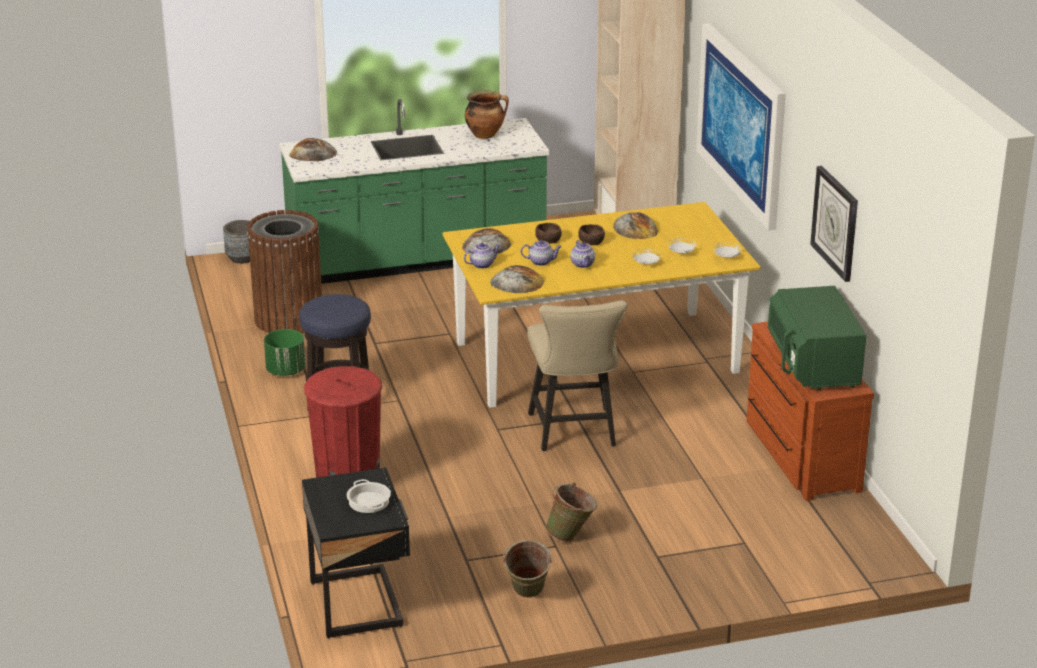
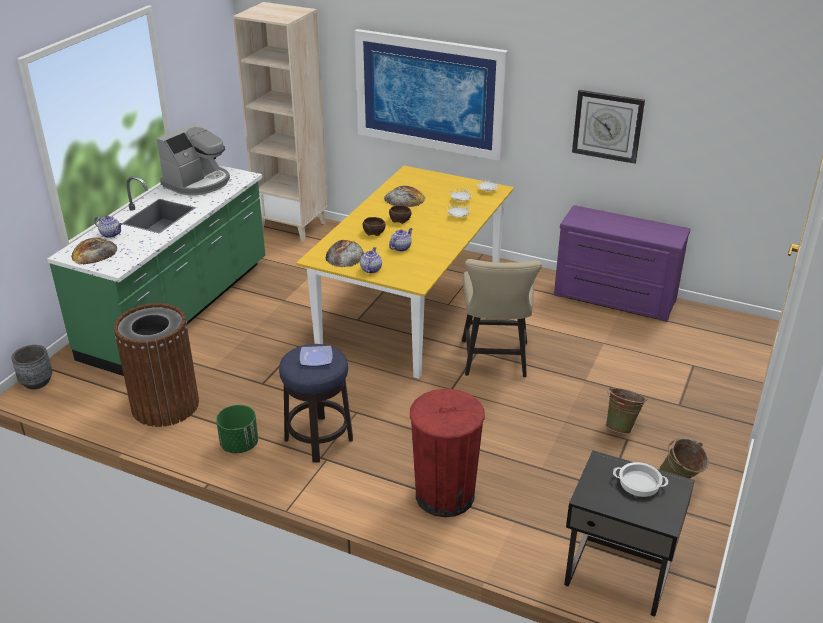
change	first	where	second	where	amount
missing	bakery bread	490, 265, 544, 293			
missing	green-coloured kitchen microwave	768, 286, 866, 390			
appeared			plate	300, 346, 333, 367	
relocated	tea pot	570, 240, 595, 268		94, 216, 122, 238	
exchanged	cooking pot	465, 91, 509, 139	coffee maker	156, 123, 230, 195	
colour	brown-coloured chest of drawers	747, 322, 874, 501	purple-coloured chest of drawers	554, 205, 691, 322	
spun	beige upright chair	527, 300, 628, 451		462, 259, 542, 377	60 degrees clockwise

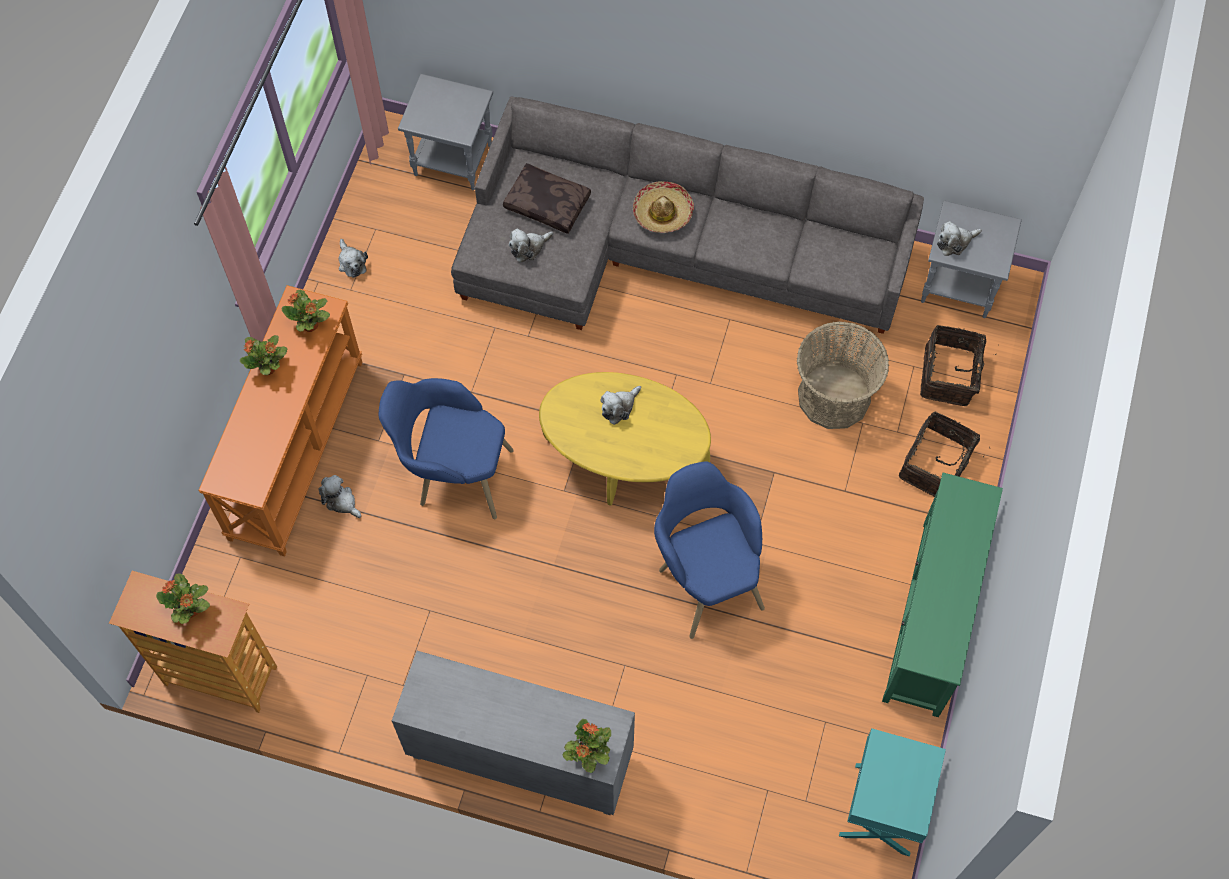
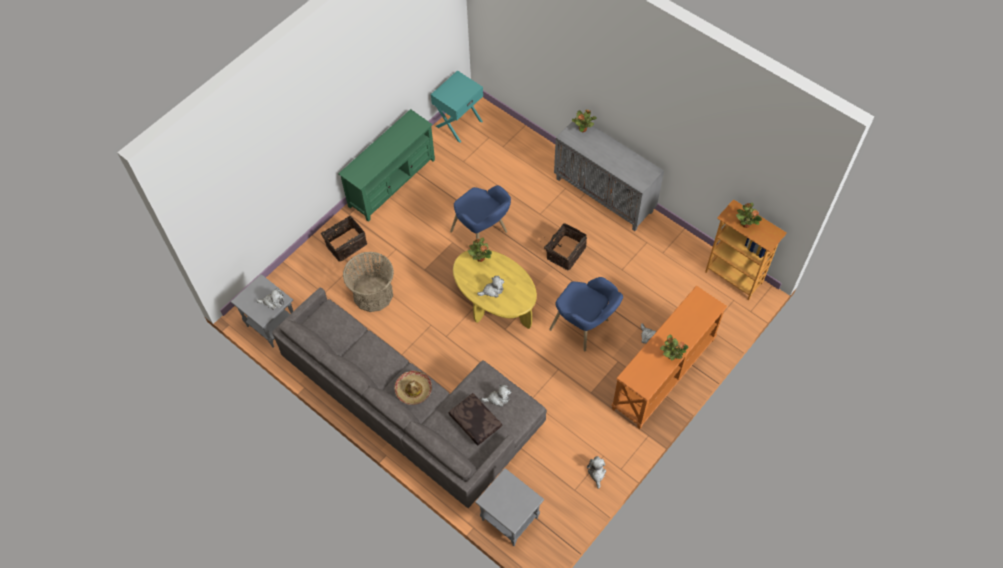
change	first	where	second	where	amount
relocated	houseplant	282, 290, 330, 332		468, 238, 492, 262	
relocated	basket	920, 325, 997, 406		544, 223, 587, 270	
spun	bluish lounge chair	654, 461, 765, 639		450, 185, 511, 239	45 degrees counterclockwise

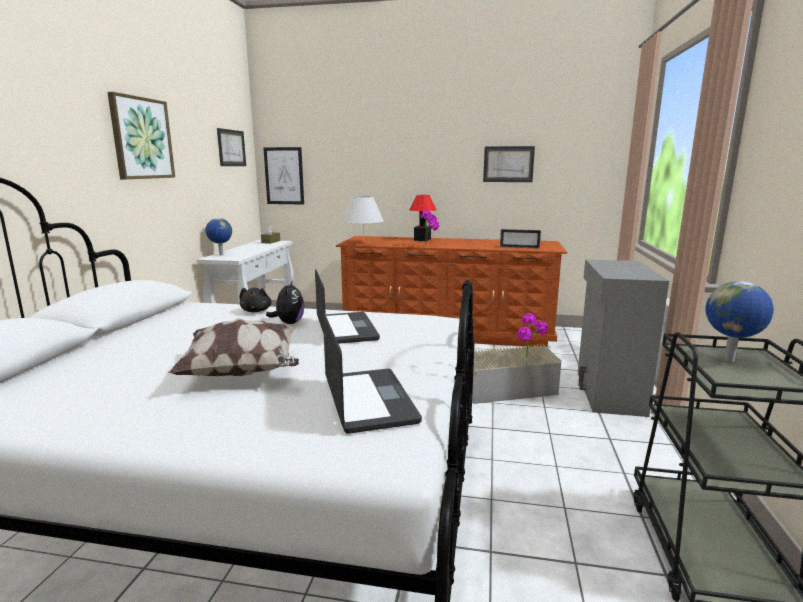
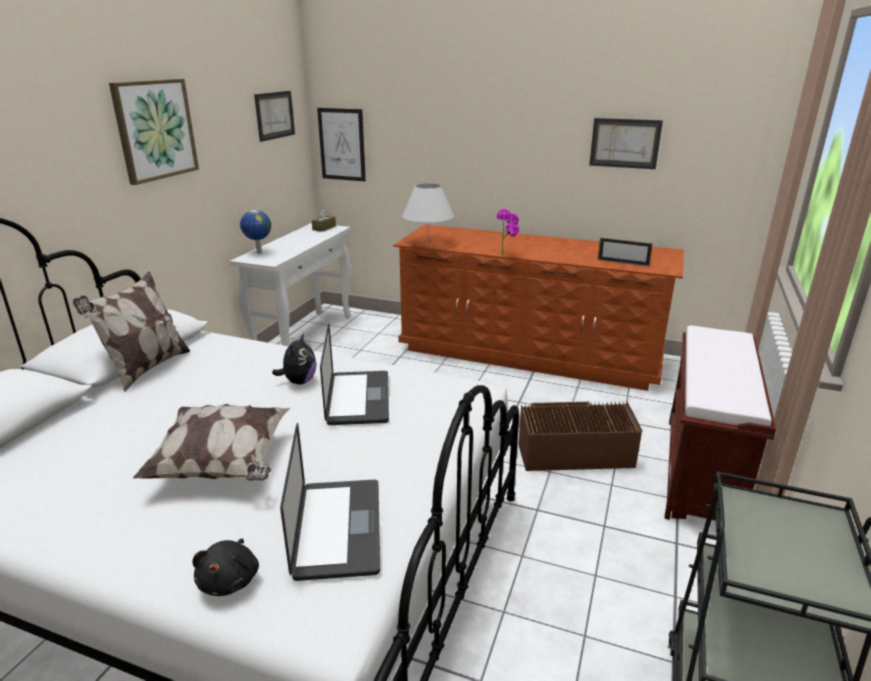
change	first	where	second	where	amount
missing	tabletop lamp	409, 195, 436, 241			
missing	houseplant	517, 313, 548, 358			
missing	globe	705, 281, 774, 362			
appeared			pillow	73, 271, 190, 392	
relocated	black soft toy	240, 288, 272, 312		192, 539, 259, 596	
exchanged	gray storage cabinet	578, 259, 669, 417	brown-coloured long seat	665, 325, 776, 521	
colour	gray storage bin	472, 344, 562, 404	brown-coloured storage bin	518, 402, 642, 471	

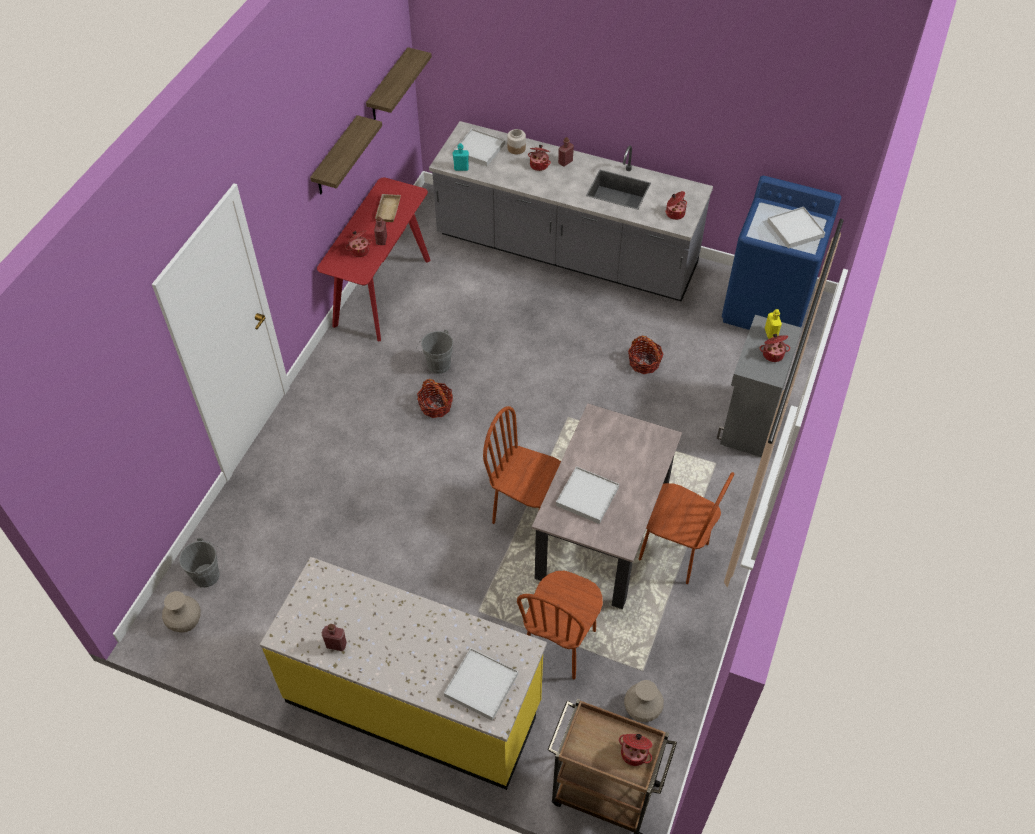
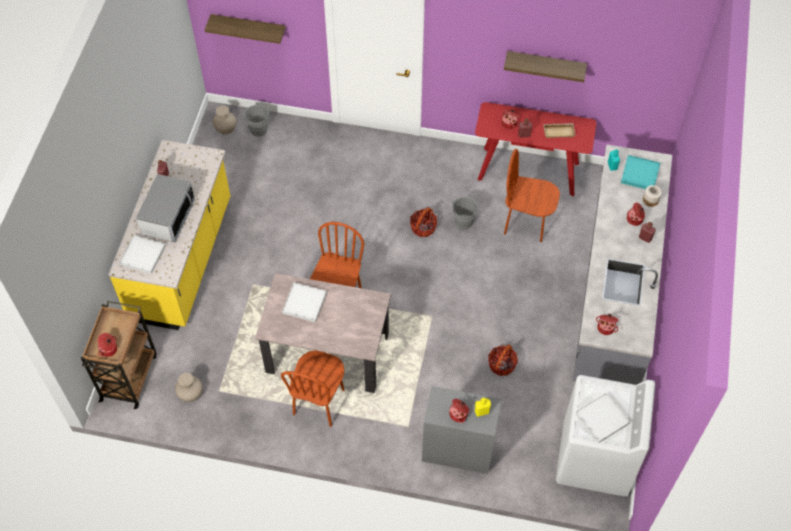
change	first	where	second	where	amount
appeared			kitchen microwave	136, 174, 195, 242	
relocated	wall shelf	366, 47, 432, 120		205, 14, 286, 44	
relocated	brown-coloured upright chair	517, 571, 603, 679		504, 149, 560, 242	
colour	white-coloured carrying tray	453, 129, 505, 166	turquoise carrying tray	621, 155, 660, 189	
colour	bluish washing machine	722, 176, 842, 330	white-coloured washing machine	556, 375, 655, 497	

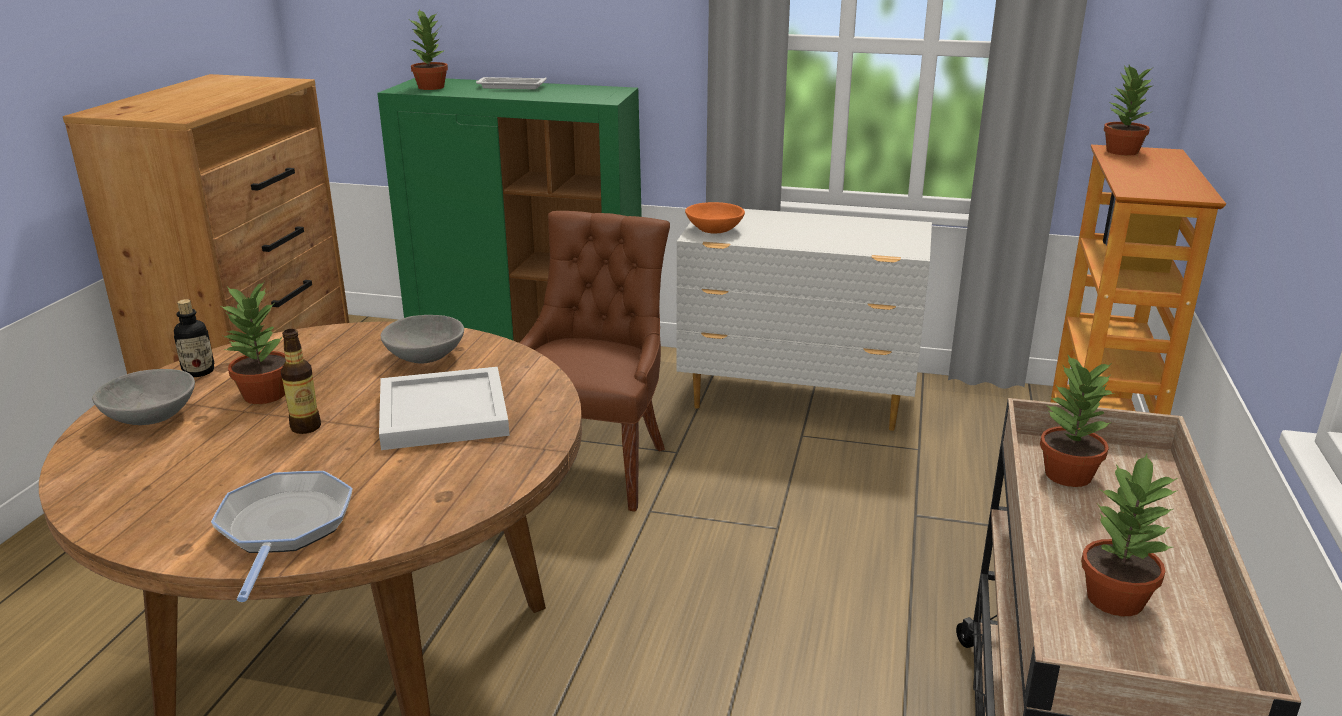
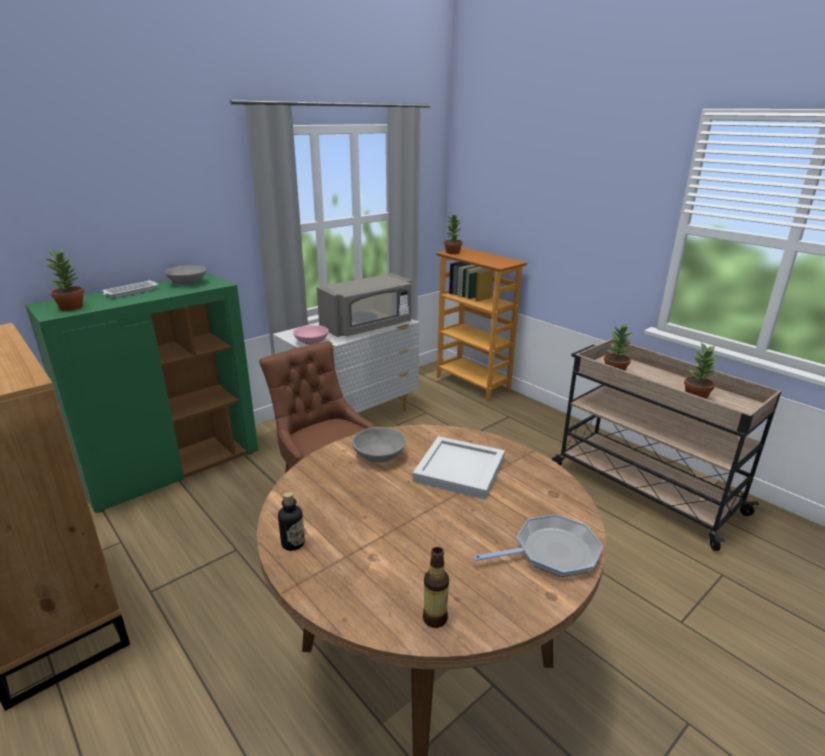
change	first	where	second	where	amount
missing	houseplant	221, 282, 286, 404			
appeared			gray kitchen microwave	317, 273, 412, 337	
relocated	gray bowl	92, 369, 195, 425		165, 265, 206, 285	
relocated	beverage bottle	281, 329, 321, 434		423, 547, 449, 628	
colour	orangey bowl	685, 202, 745, 234	pinkish bowl	293, 325, 329, 345	
spun	frying pan	211, 471, 352, 602		473, 514, 603, 577	135 degrees clockwise

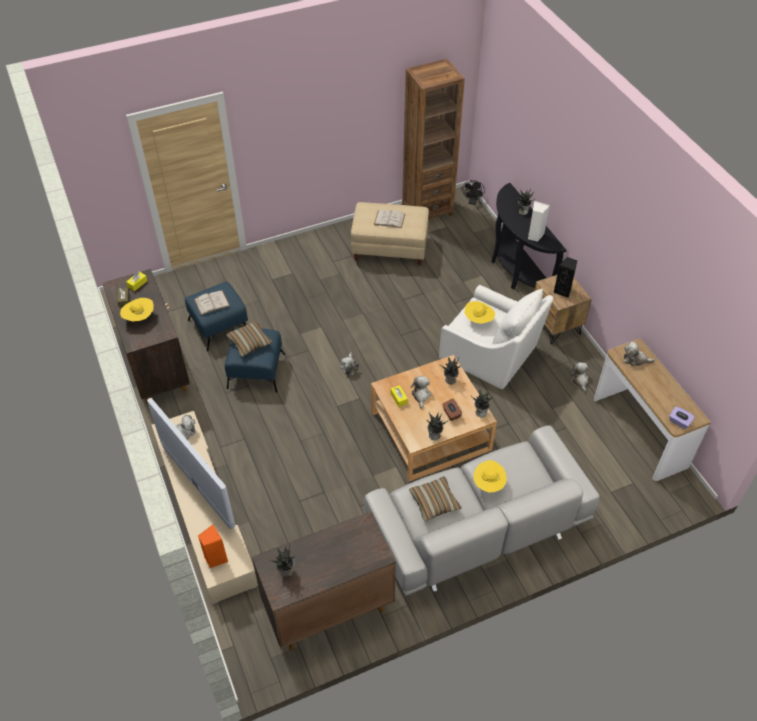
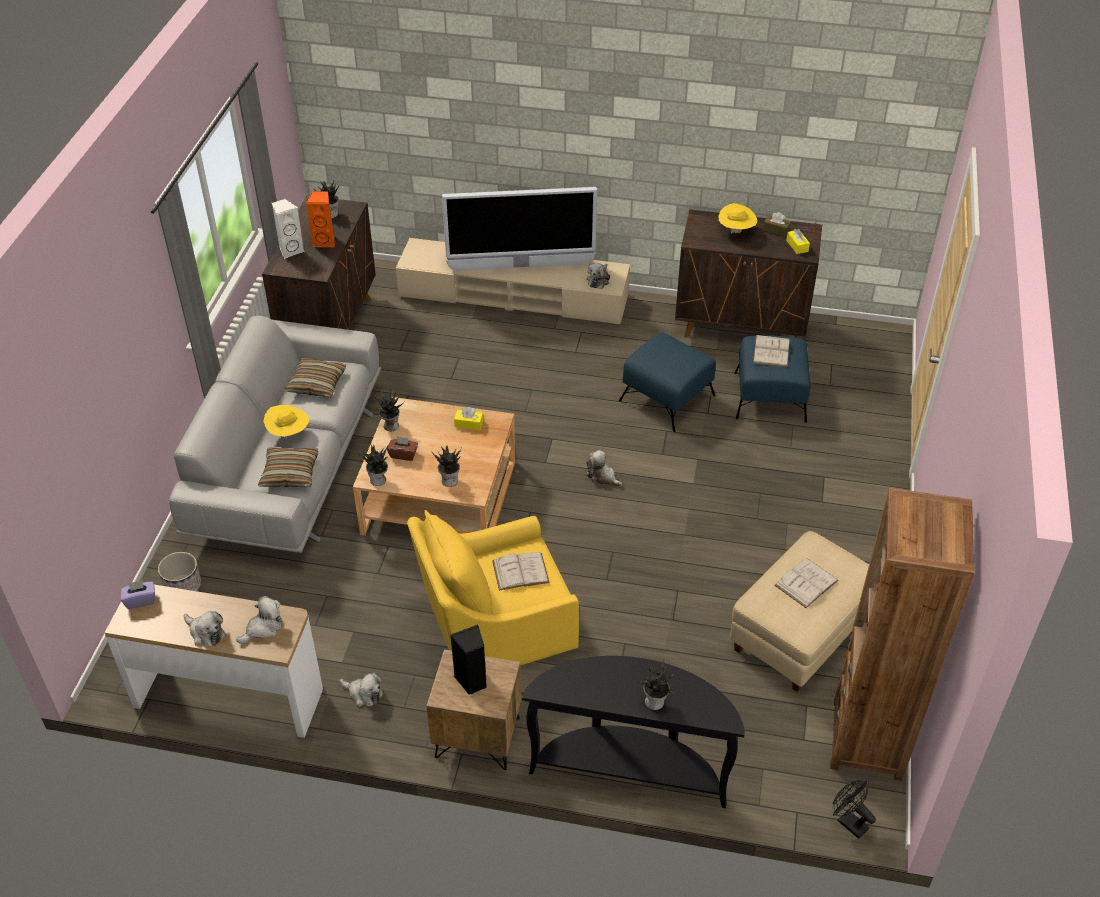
change	first	where	second	where	amount
appeared			plant pot	158, 552, 201, 591	
relocated	orangey speaker	198, 525, 228, 568		306, 191, 335, 247	
relocated	pillow	226, 321, 272, 357		258, 447, 318, 487	
relocated	soft toy	411, 376, 431, 409		183, 611, 226, 647	
relocated	white-coloured speaker	528, 201, 550, 242		272, 198, 304, 259	
exchanged	yellowish clothing hat	464, 301, 495, 324	white-coloured book	492, 552, 550, 591	
colour	white-coloured lounge chair	439, 285, 553, 389	yellowish lounge chair	407, 510, 579, 666	

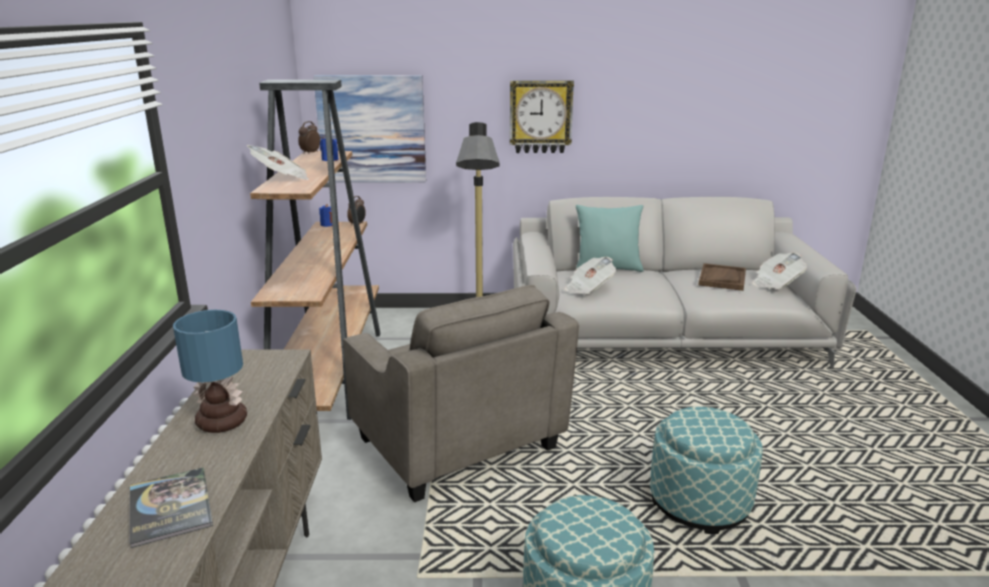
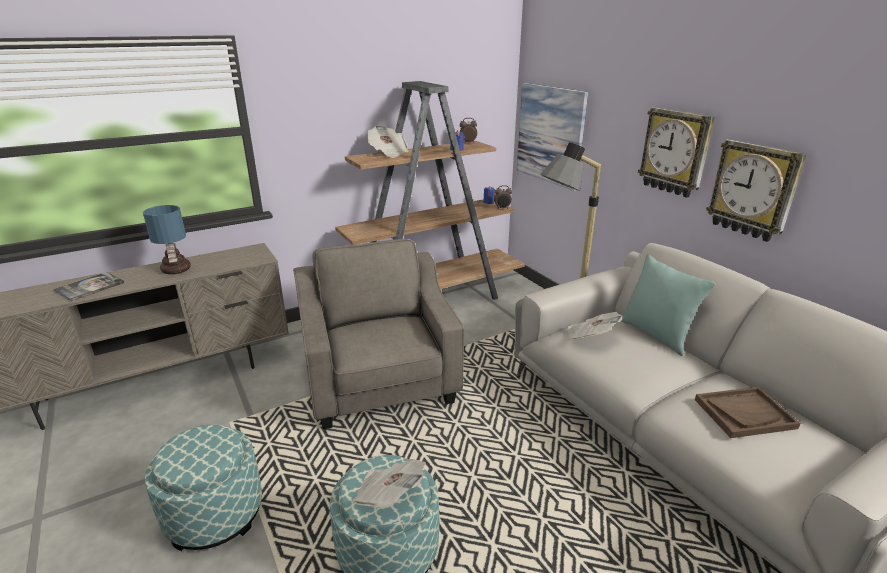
change	first	where	second	where	amount
appeared			wall clock	706, 139, 807, 242	
relocated	newspaper	752, 253, 807, 289		351, 459, 426, 508	
spun	gray lounge chair	343, 285, 579, 502		293, 239, 464, 429	135 degrees clockwise

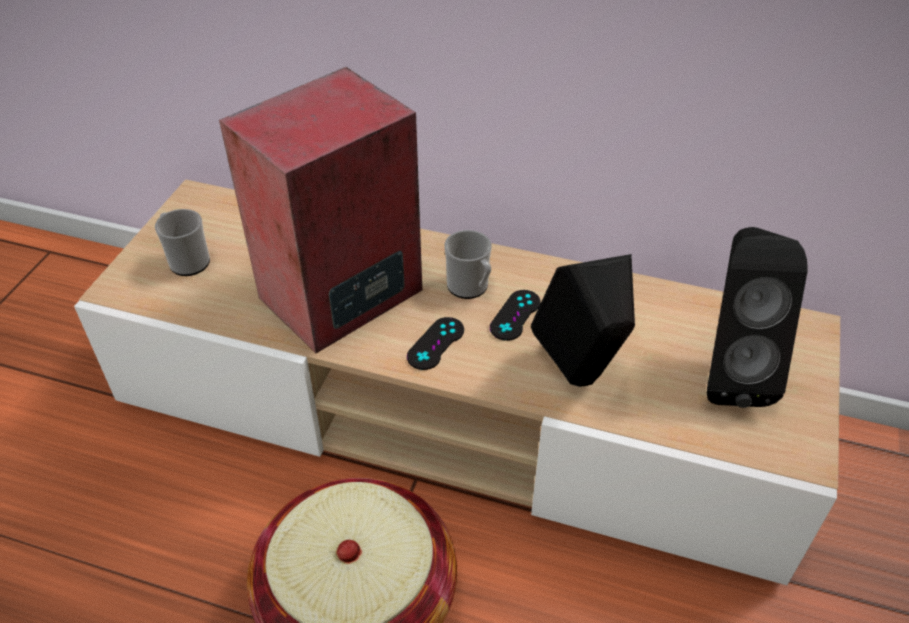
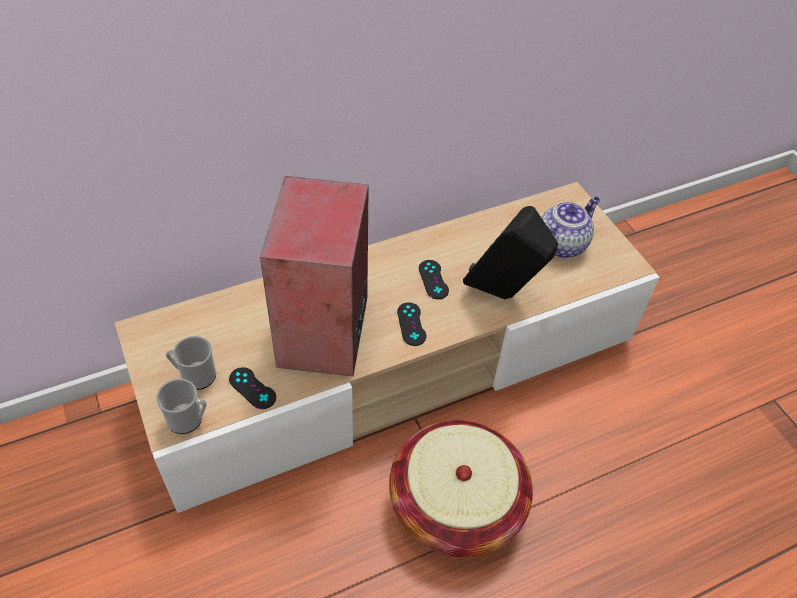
change	first	where	second	where	amount
appeared			black game controller	229, 367, 276, 409	
relocated	tea mug	444, 230, 492, 299		156, 379, 207, 434	
exchanged	black speaker	707, 227, 808, 408	tea pot	541, 197, 600, 258	

